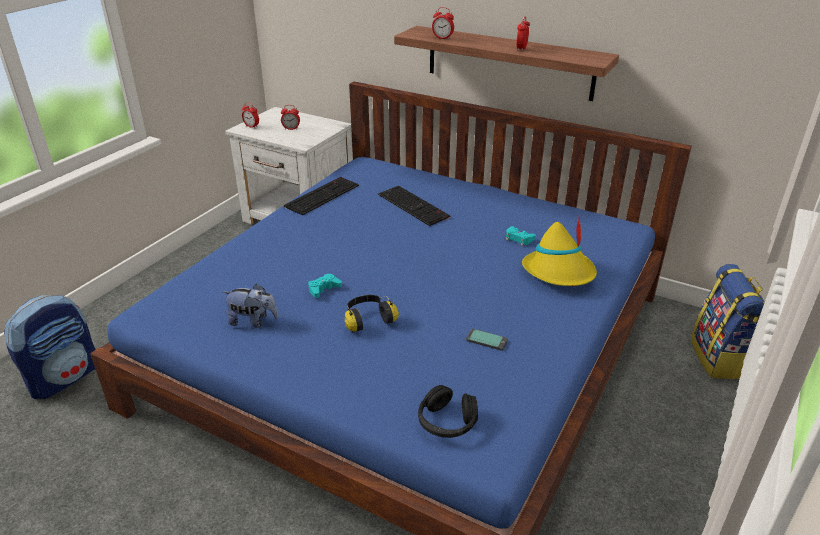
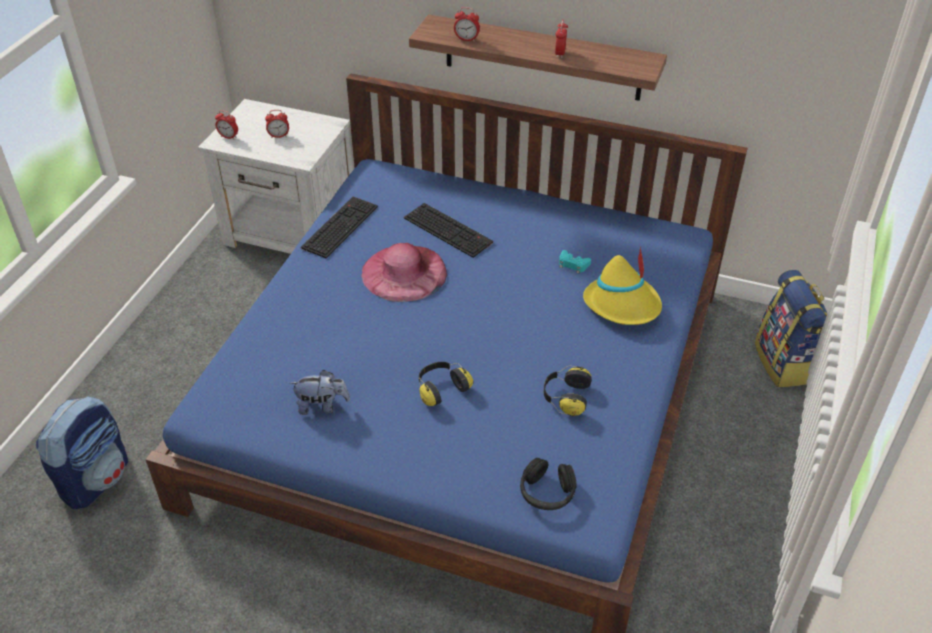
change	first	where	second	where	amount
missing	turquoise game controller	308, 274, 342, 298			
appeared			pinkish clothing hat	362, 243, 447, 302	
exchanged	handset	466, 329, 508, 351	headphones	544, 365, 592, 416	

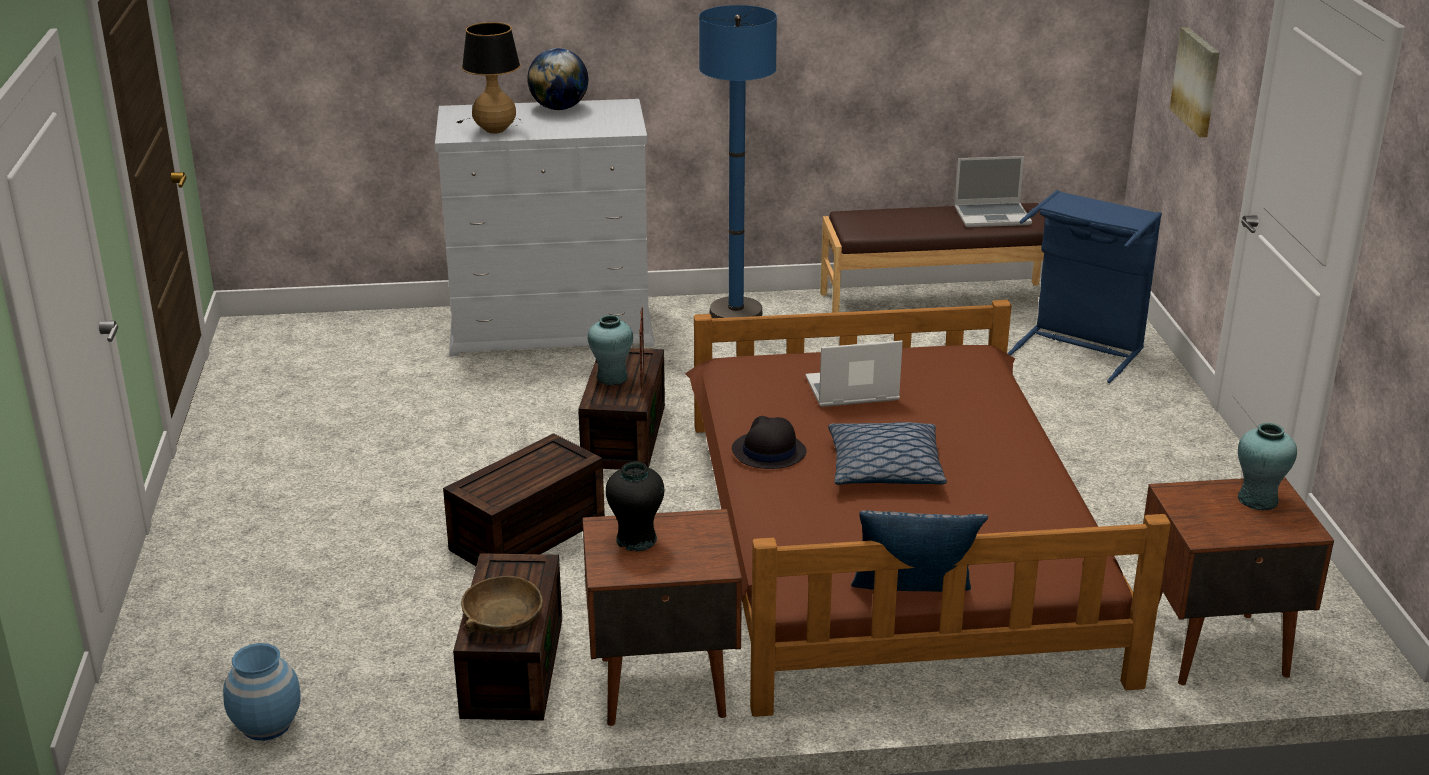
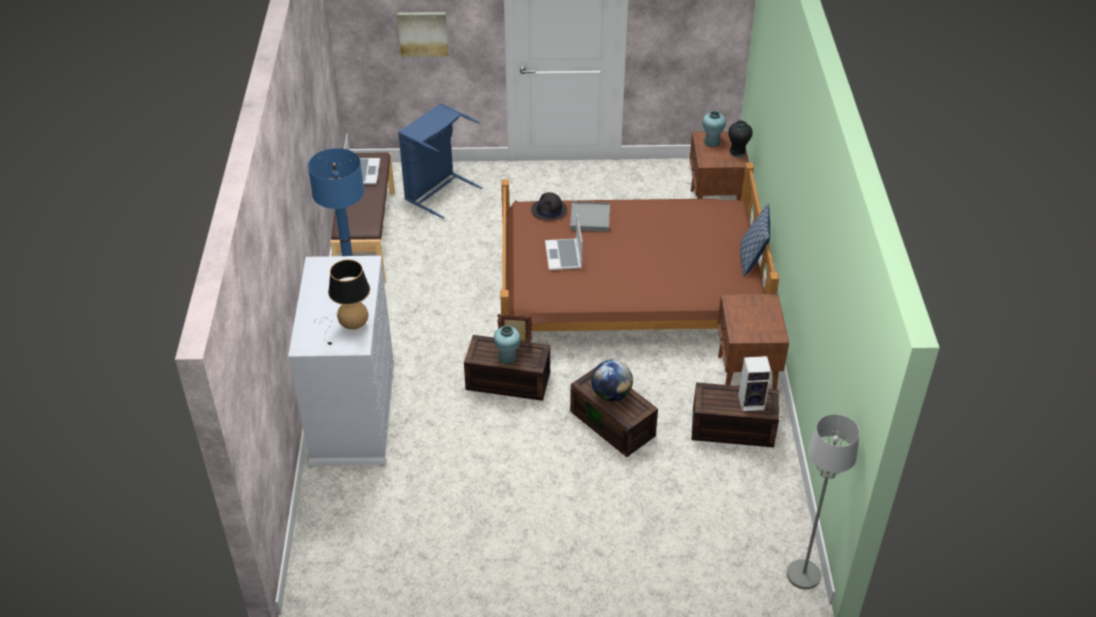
change	first	where	second	where	amount
missing	bluish flower vase	223, 643, 300, 741			
missing	pillow	828, 422, 947, 485			
appeared			gray carrying tray	570, 201, 610, 232	
appeared			gray standard lamp	787, 414, 860, 589	
relocated	globe	527, 48, 588, 110		591, 360, 633, 401	
relocated	black flower vase	606, 461, 664, 551		728, 121, 753, 157	
relocated	black clothing hat	732, 416, 807, 469		531, 192, 567, 220	
exchanged	brown-coloured bowl	461, 576, 543, 635	speaker	738, 356, 771, 411	

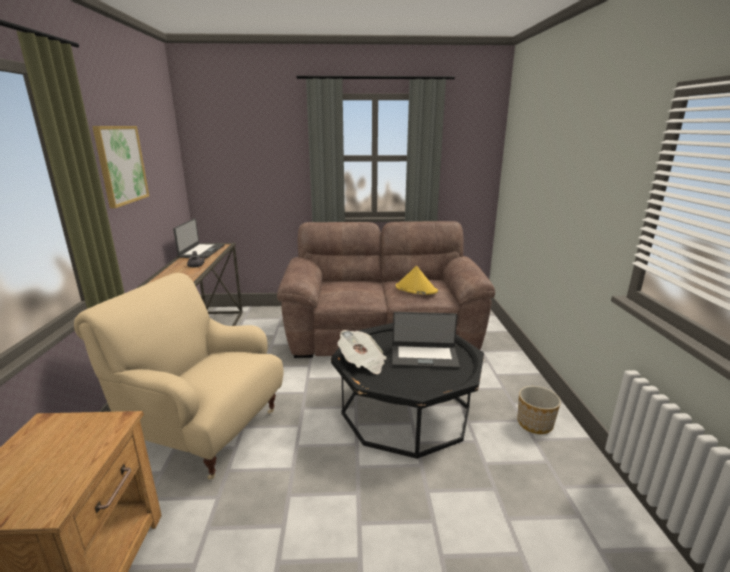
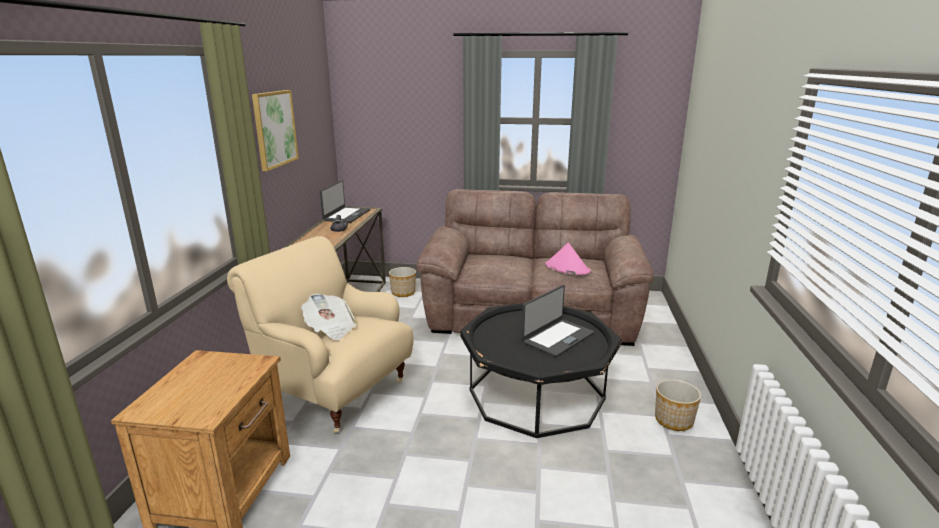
change	first	where	second	where	amount
appeared			plant pot	389, 267, 416, 297	
relocated	newspaper	337, 330, 387, 374		301, 293, 357, 341	
colour	yellowish clothing hat	396, 266, 438, 295	pinkish clothing hat	546, 243, 591, 275	
spun	notebook computer	392, 312, 460, 369		521, 285, 594, 357	60 degrees counterclockwise

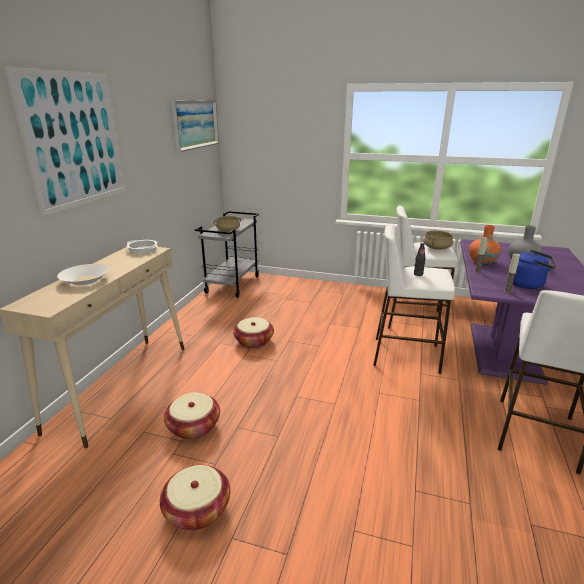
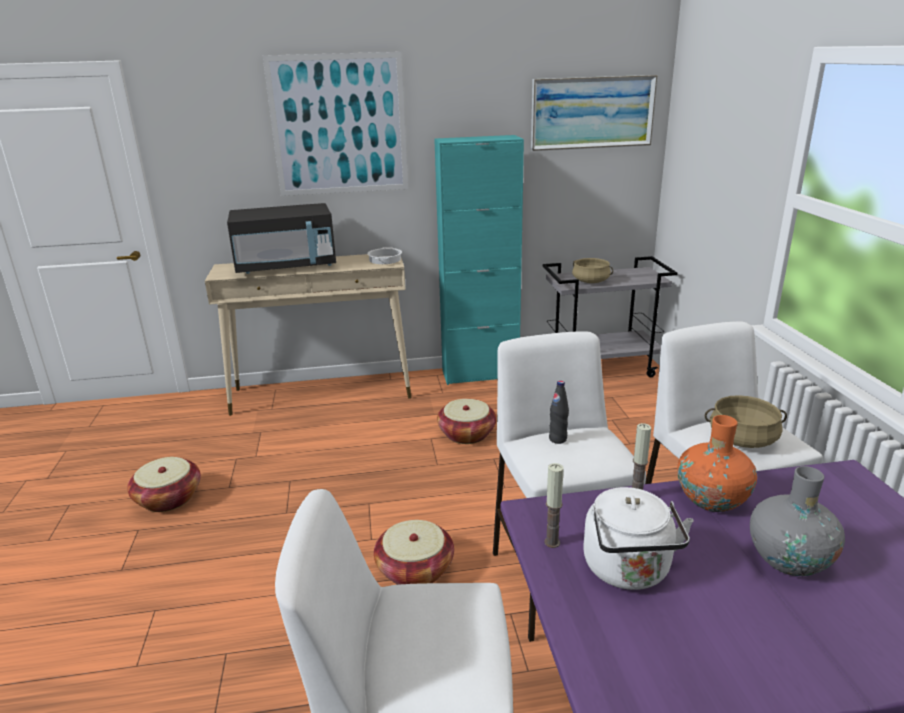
change	first	where	second	where	amount
appeared			turquoise storage cabinet	434, 135, 524, 385	
relocated	basket	164, 393, 220, 440		374, 520, 454, 585	
exchanged	white-coloured bowl	57, 264, 109, 285	black kitchen microwave	227, 203, 336, 274	
colour	bluish kettle	508, 250, 556, 289	white-coloured kettle	583, 487, 693, 590	

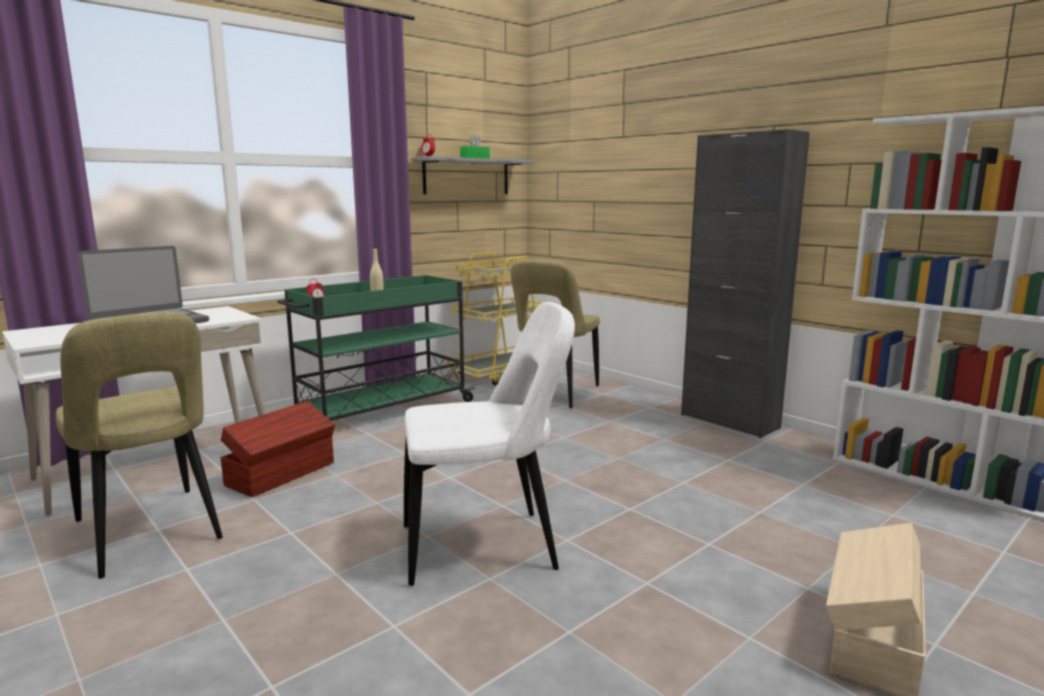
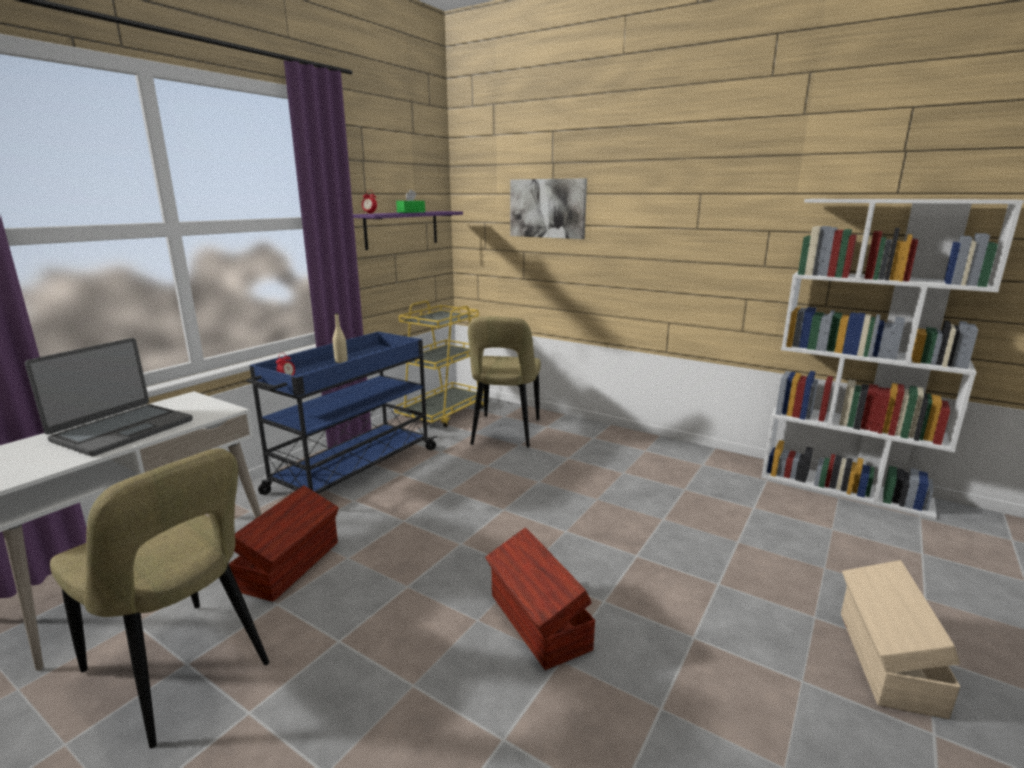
change	first	where	second	where	amount
missing	black storage cabinet	681, 129, 810, 438			
appeared			wall art	510, 178, 587, 239	
exchanged	white-coloured upright chair	404, 302, 575, 586	brown-coloured storage bin	485, 527, 595, 670	
colour	green-coloured trolley	277, 275, 475, 421	bluish trolley	247, 332, 437, 495	
colour	gray wall shelf	411, 156, 534, 194	purple-coloured wall shelf	353, 211, 463, 250	

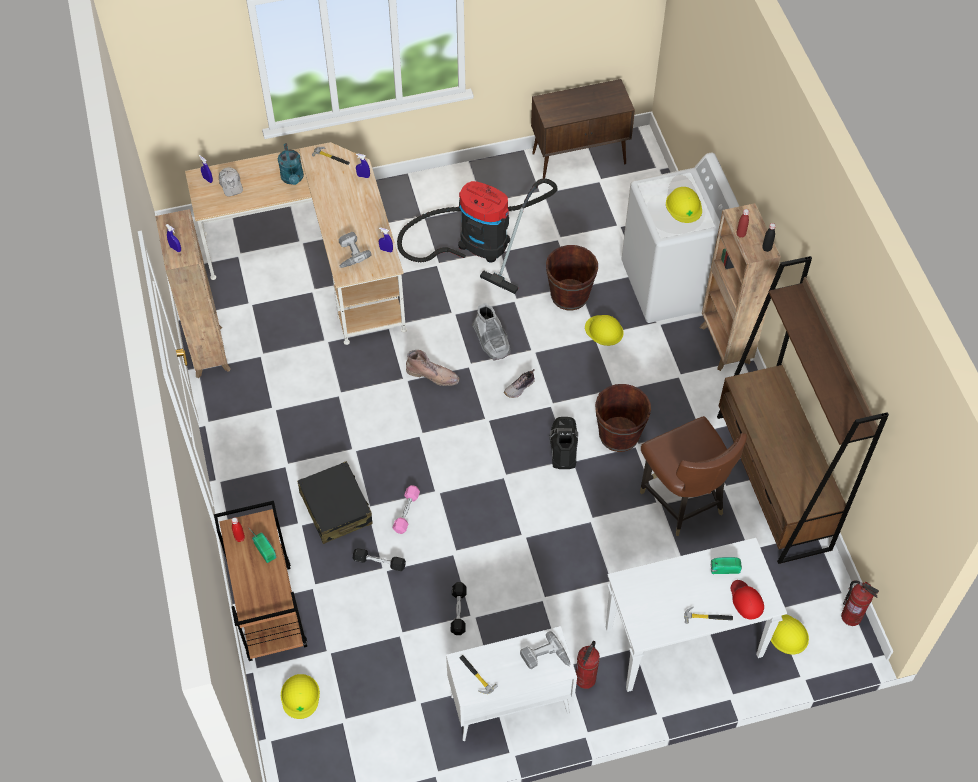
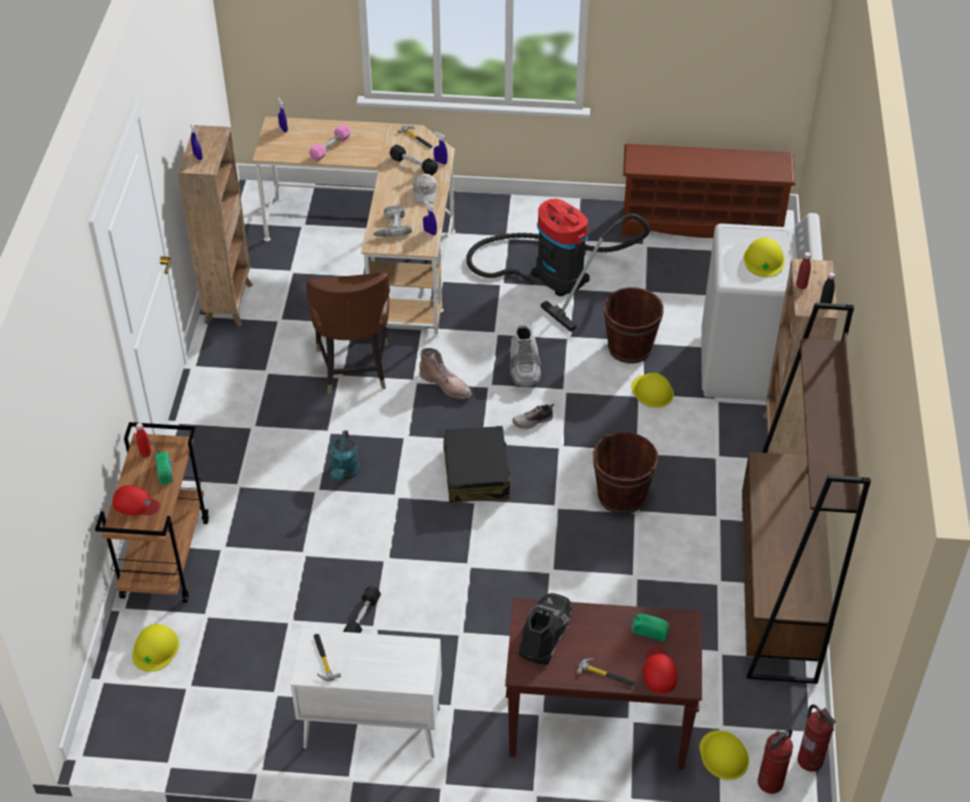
change	first	where	second	where	amount
missing	power drill	520, 631, 570, 669			
appeared			reddish peaked cap	113, 485, 161, 516	
relocated	white-coloured peaked cap	219, 167, 243, 197		413, 174, 437, 203	
relocated	turquoise watering pot	278, 143, 304, 185		330, 430, 360, 481	
relocated	black travel case	297, 461, 373, 544		443, 426, 511, 503	
relocated	black free weight	353, 548, 406, 571		390, 144, 438, 176	
relocated	pinkish free weight	392, 485, 420, 534		309, 124, 351, 161	
relocated	black tall boot	550, 417, 578, 469		519, 593, 572, 665	
relocated	fire-fighting cylinder	576, 641, 600, 689		757, 728, 793, 794	
relocated	brown-coloured upright chair	640, 416, 747, 536		306, 272, 390, 394	
exchanged	brown-coloured storage cabinet	531, 79, 635, 178	brown-coloured shoe rack	622, 144, 795, 238	
colour	white-coloured console table	606, 538, 787, 692	brown-coloured console table	505, 598, 702, 770	

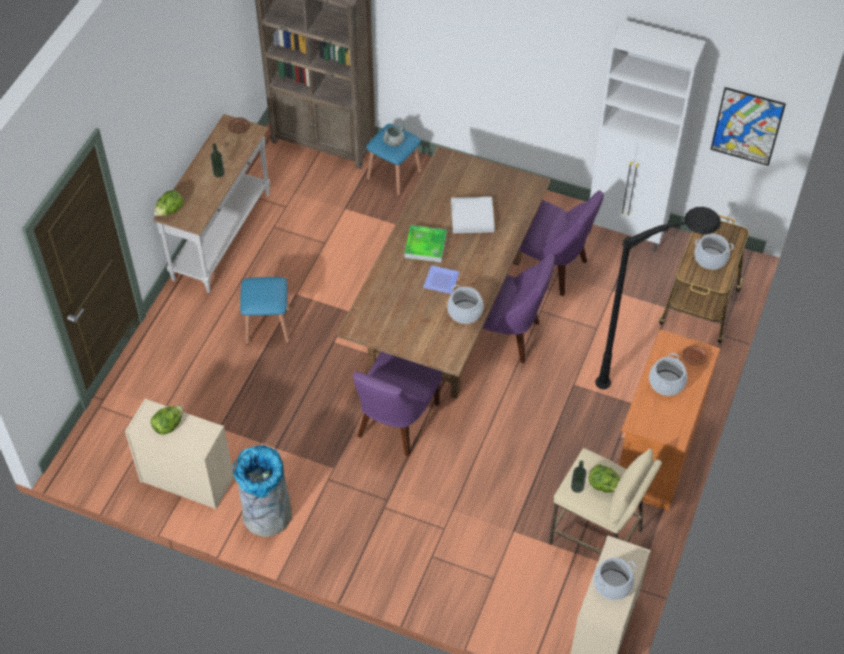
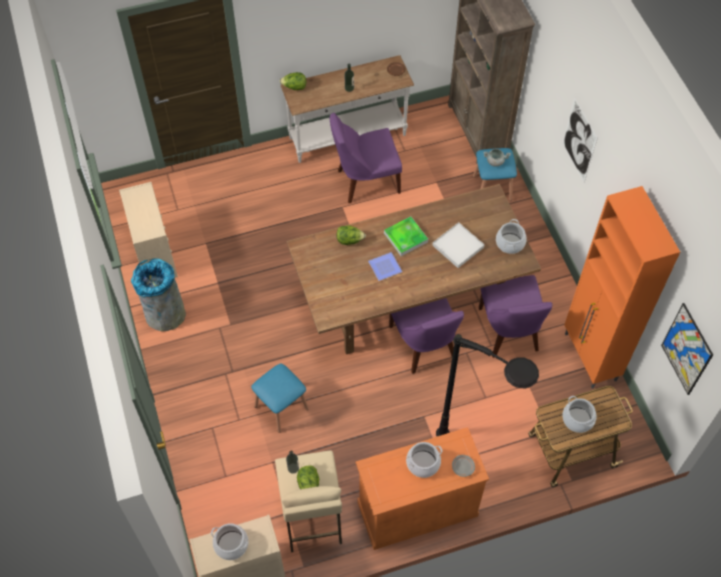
change	first	where	second	where	amount
appeared			wall art	563, 96, 598, 182	
relocated	head of lettuce	151, 405, 184, 435		336, 226, 366, 245	
relocated	bluish sitting stool	240, 277, 290, 344		251, 363, 309, 433	
relocated	purple-coloured upright chair	353, 352, 442, 457		330, 113, 402, 203	
relocated	cooking pot	447, 285, 484, 324		496, 219, 527, 254	
colour	white-coloured storage cabinet	589, 20, 706, 252	orangey storage cabinet	564, 186, 680, 389	
colour	brown-coloured plate	683, 345, 708, 366	gray plate	452, 455, 475, 477	

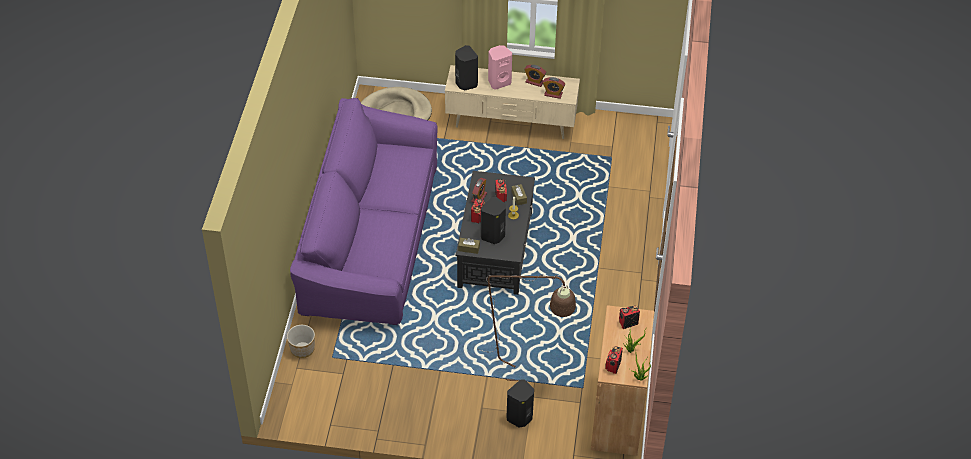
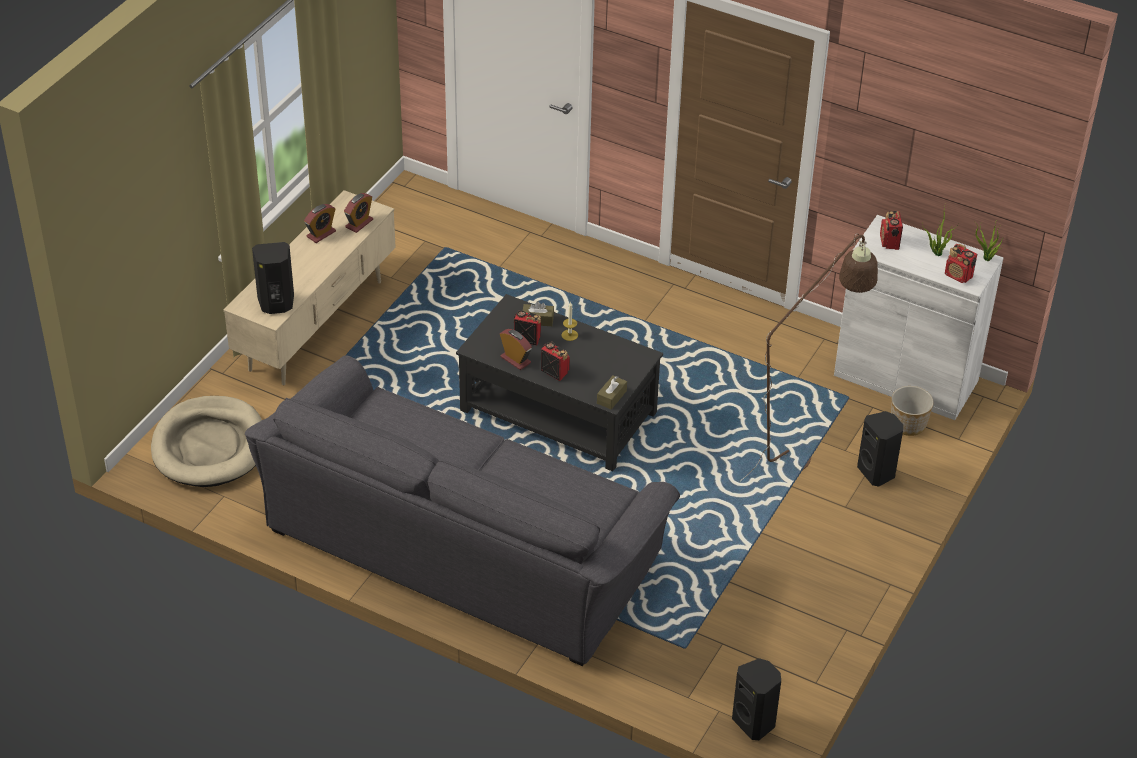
change	first	where	second	where	amount
missing	pinkish speaker	488, 45, 512, 90			
relocated	plant pot	287, 325, 315, 358		891, 386, 934, 436	
relocated	black speaker	481, 197, 506, 244		732, 658, 781, 740	
colour	purple-coloured sofa	290, 98, 437, 325	gray sofa	245, 355, 680, 666	
colour	brown-coloured storage cabinet	591, 305, 654, 456	white-coloured storage cabinet	834, 215, 1003, 420	

